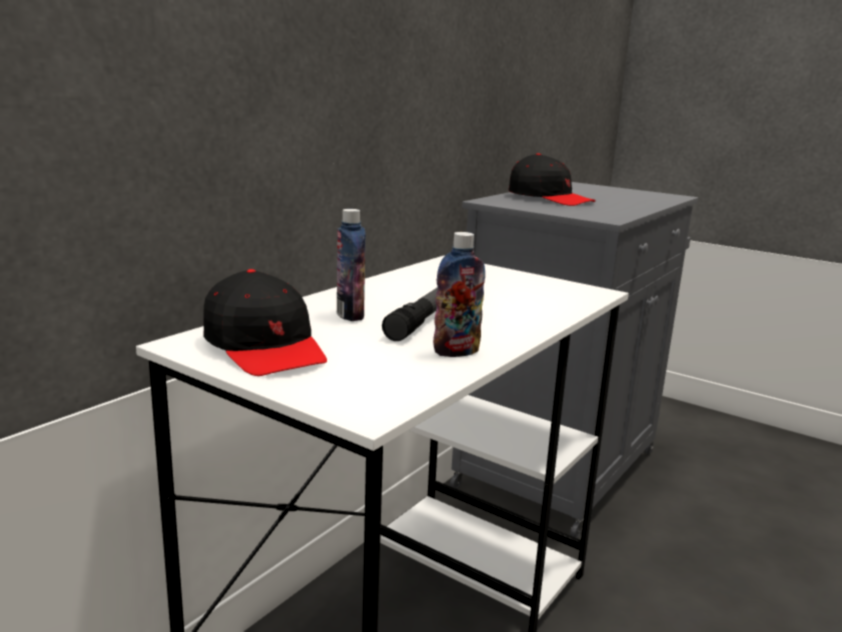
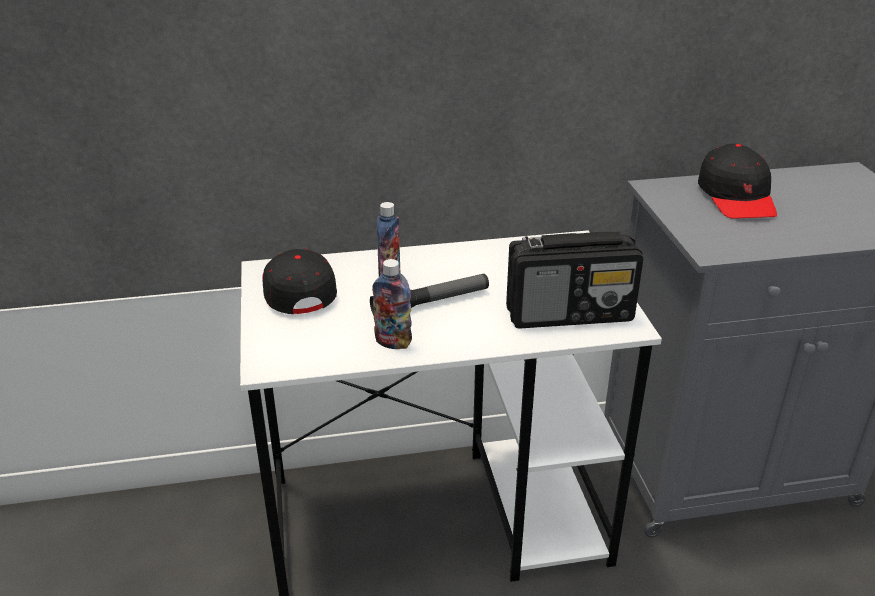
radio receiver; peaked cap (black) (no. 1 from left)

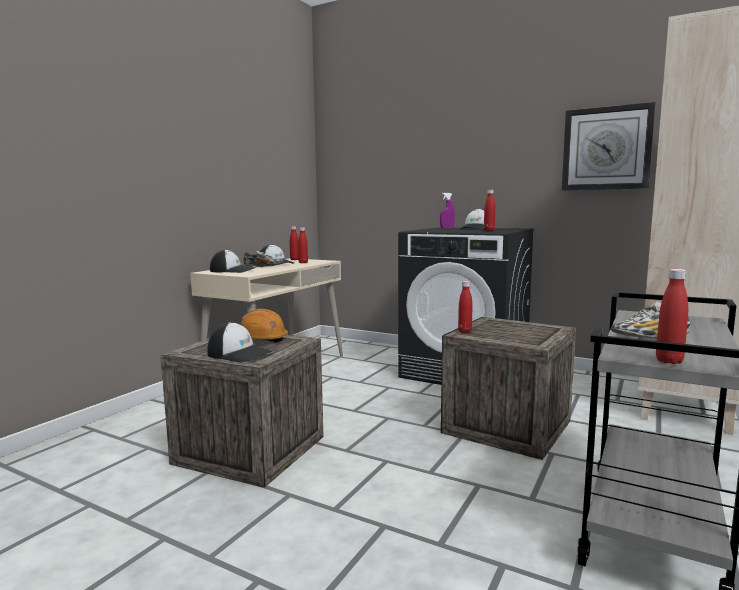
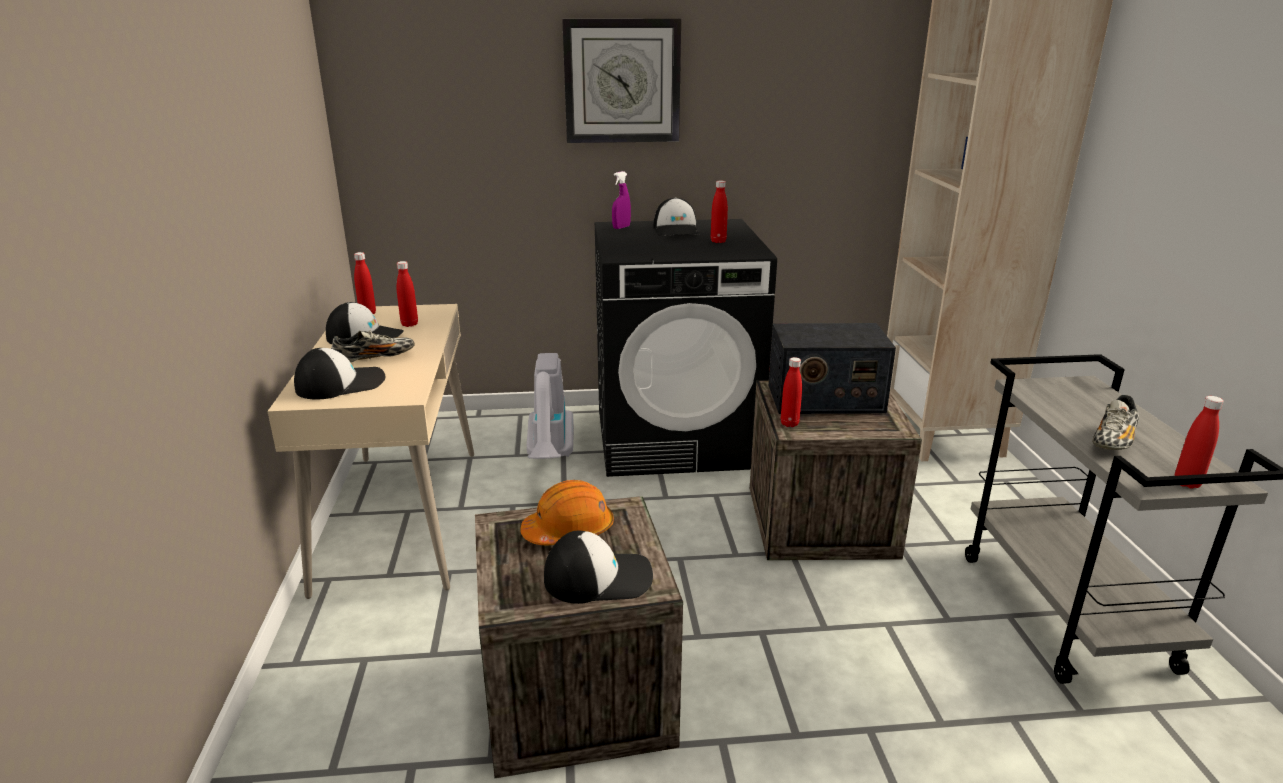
vacuum; radio receiver; clock on the wall

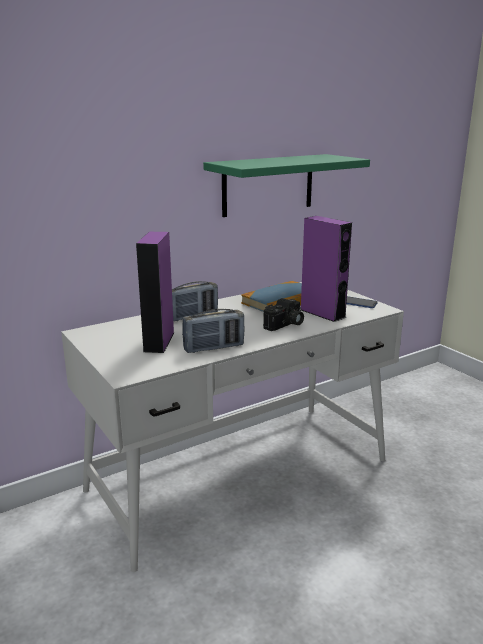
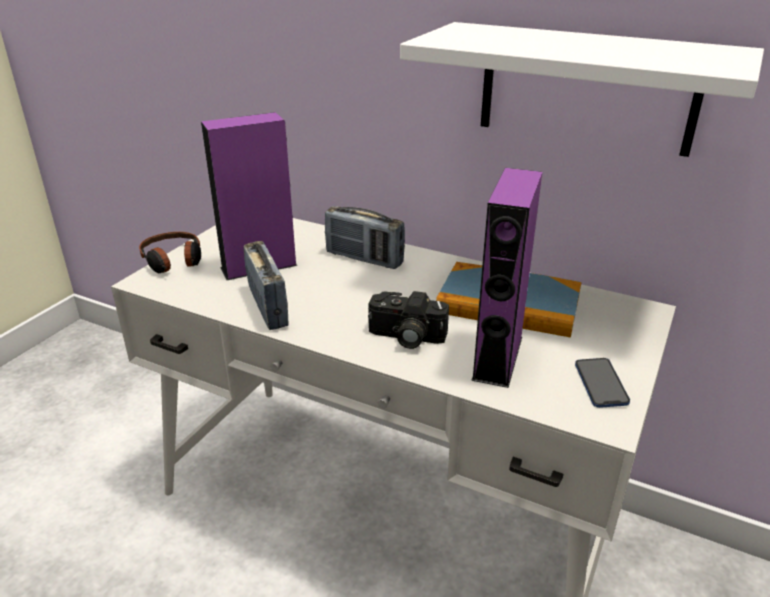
headset; bracket shelf (whitish); radio receiver (no. 1 from left)

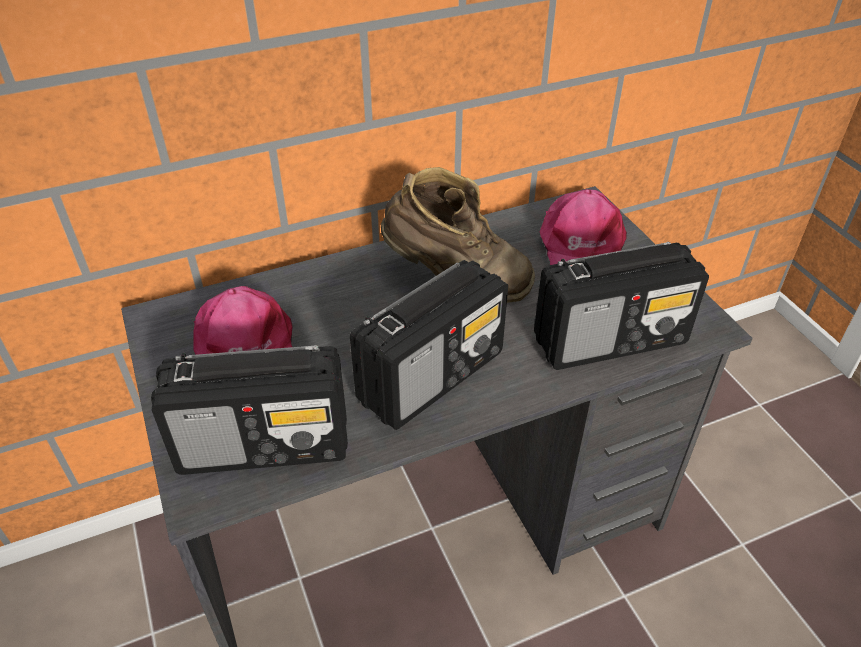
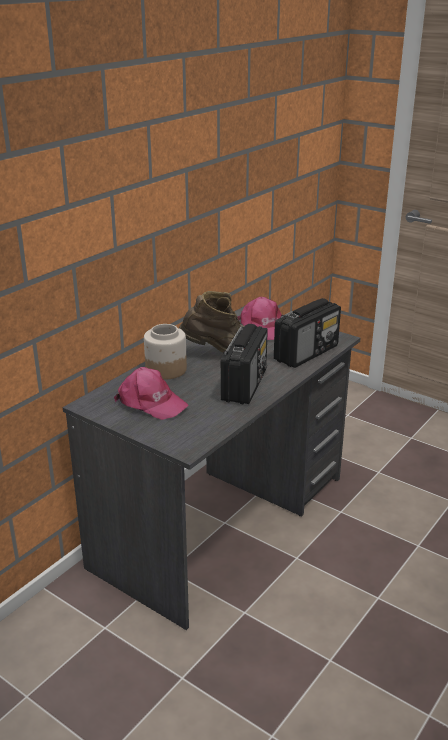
radio receiver (no. 1 from left in the first image); jar

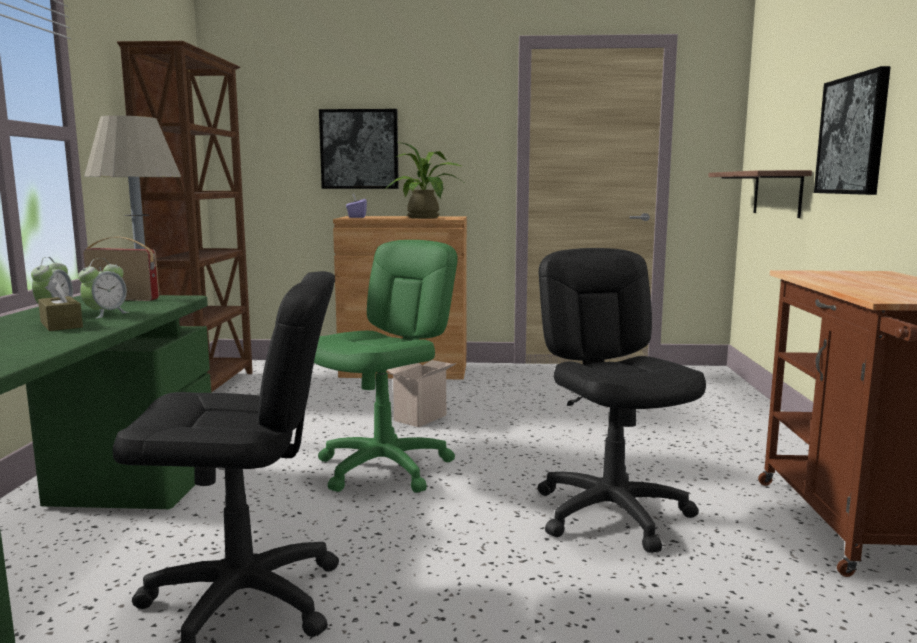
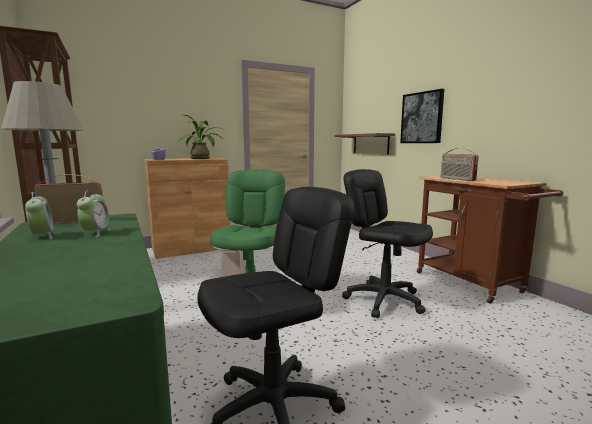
box of tissues (brown); wall art (no. 1 from left in the first image); radio receiver (no. 2 from left)

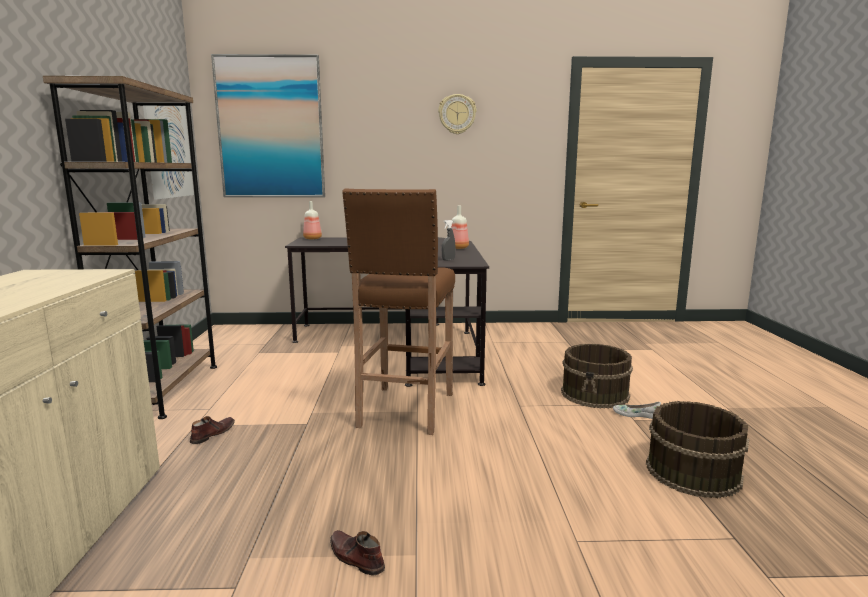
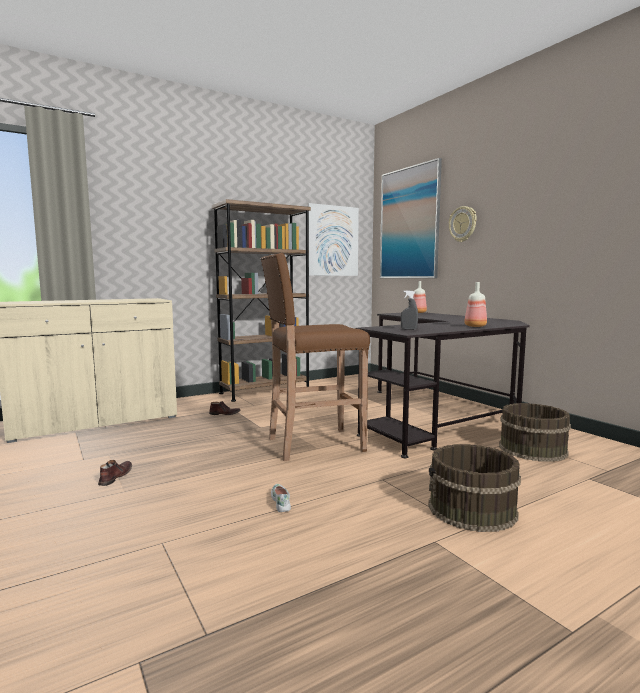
clock on the wall; item of footwear (whitish); bucket (brown) (no. 2 from left)

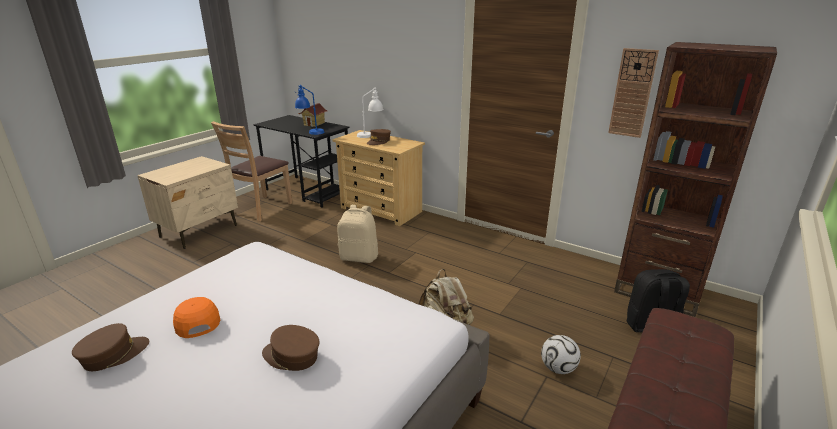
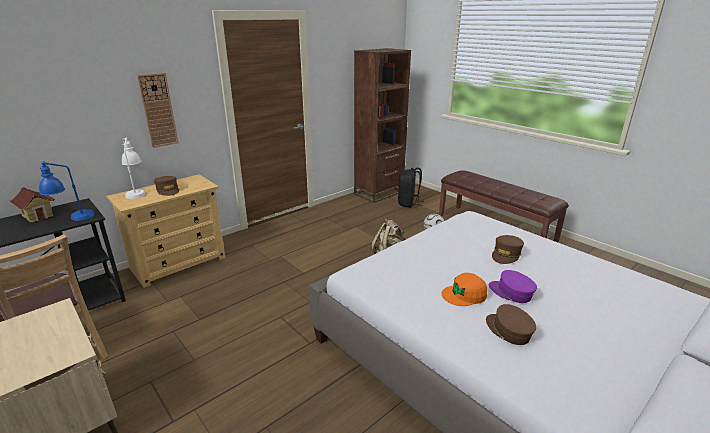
knapsack (beige-coloured) (no. 1 from left in the first image); peaked cap (purple); clock on the wall

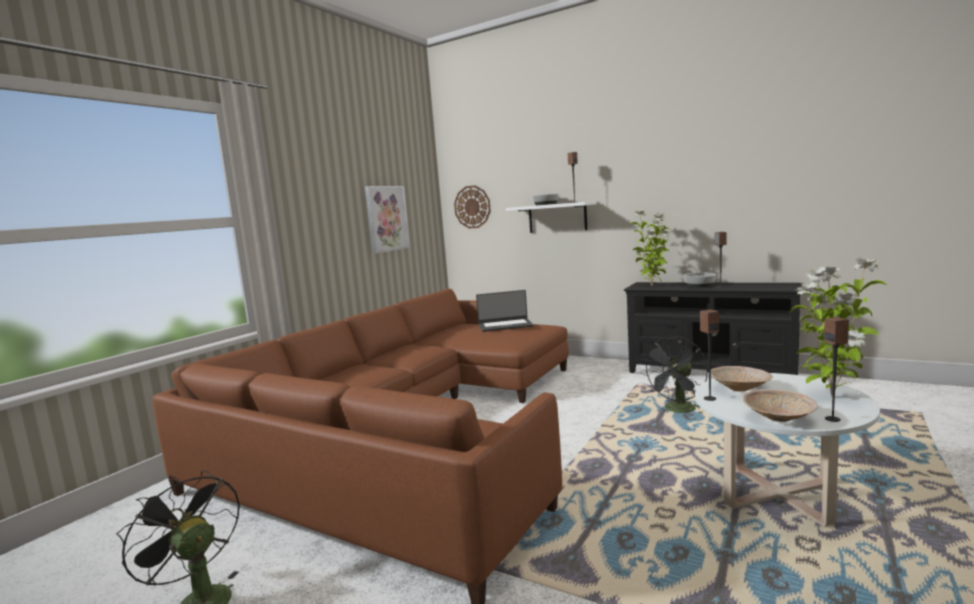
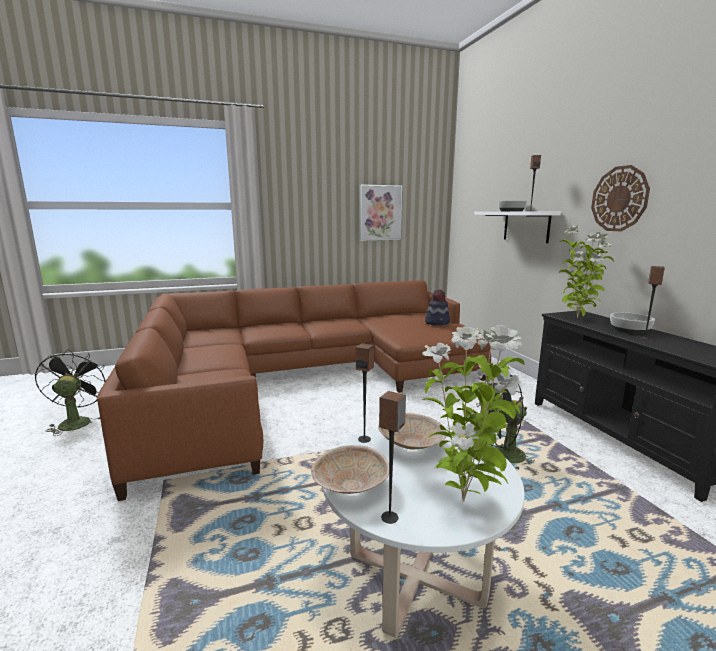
clock on the wall; hat

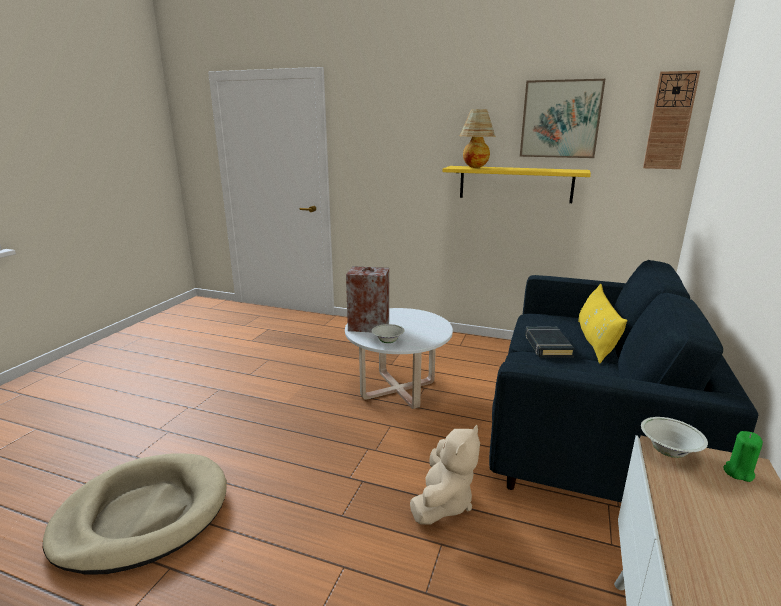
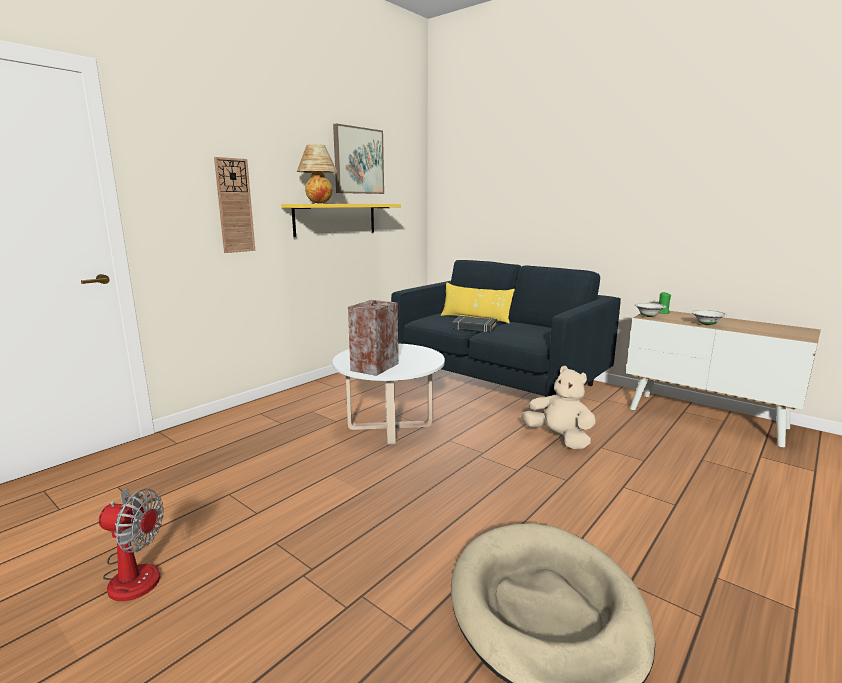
electric fan; bowl (whitish) (no. 2 from left); clock on the wall

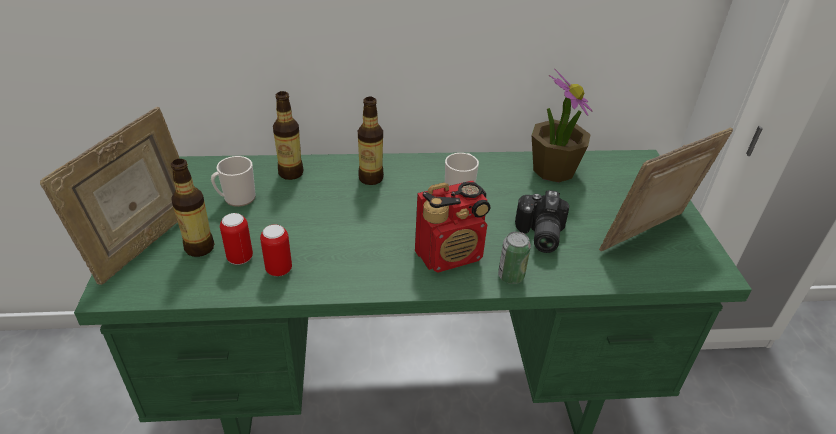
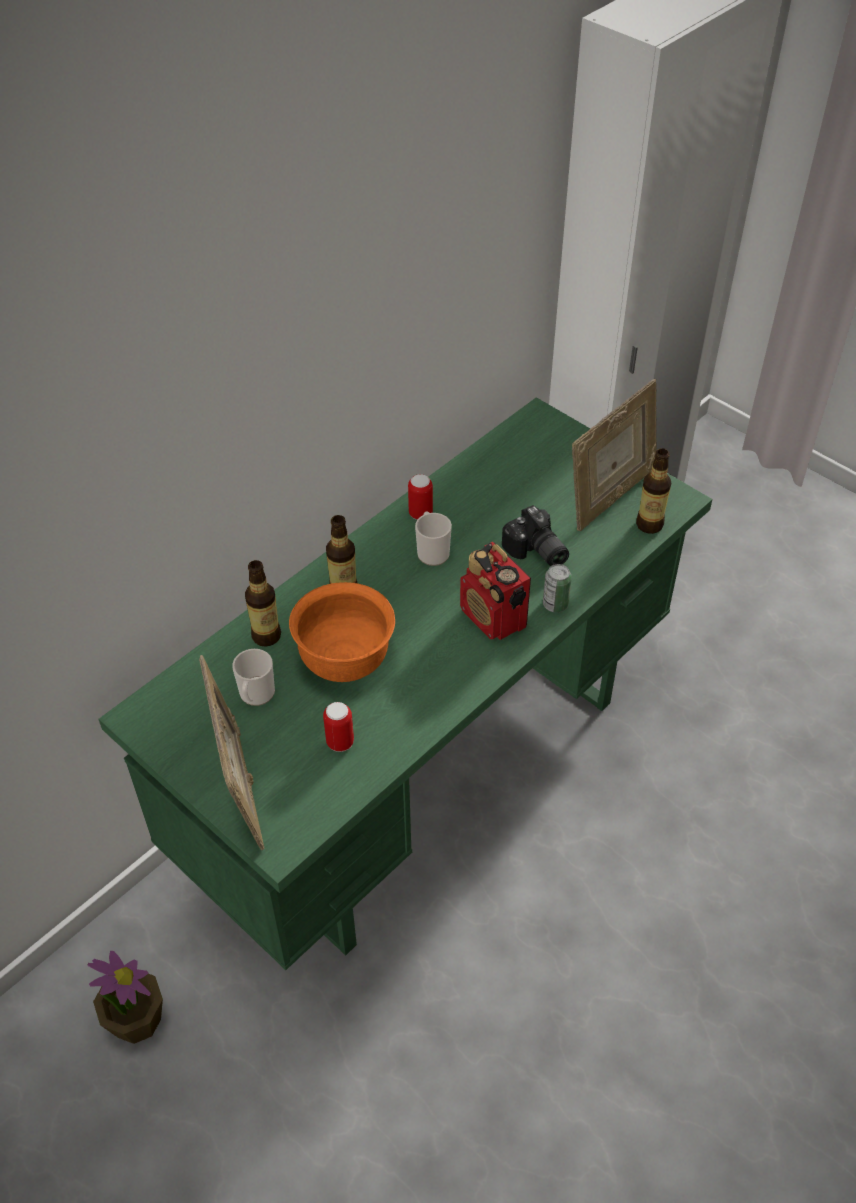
bowl (orange); drink bottle (no. 3 from left); can (no. 2 from left); houseplant; radio receiver; standing frame (no. 2 from left)

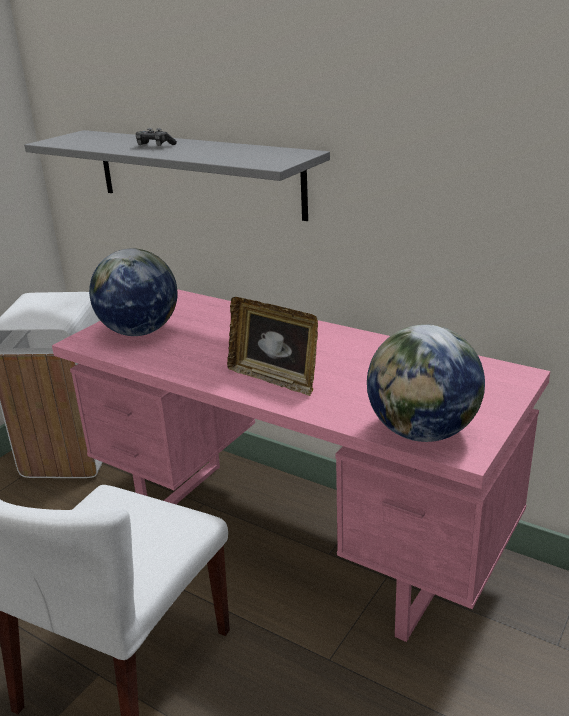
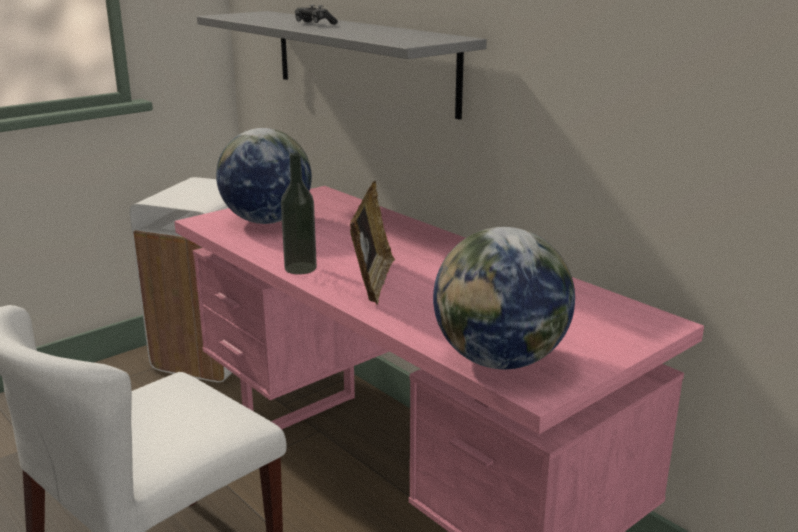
drink bottle; standing frame

